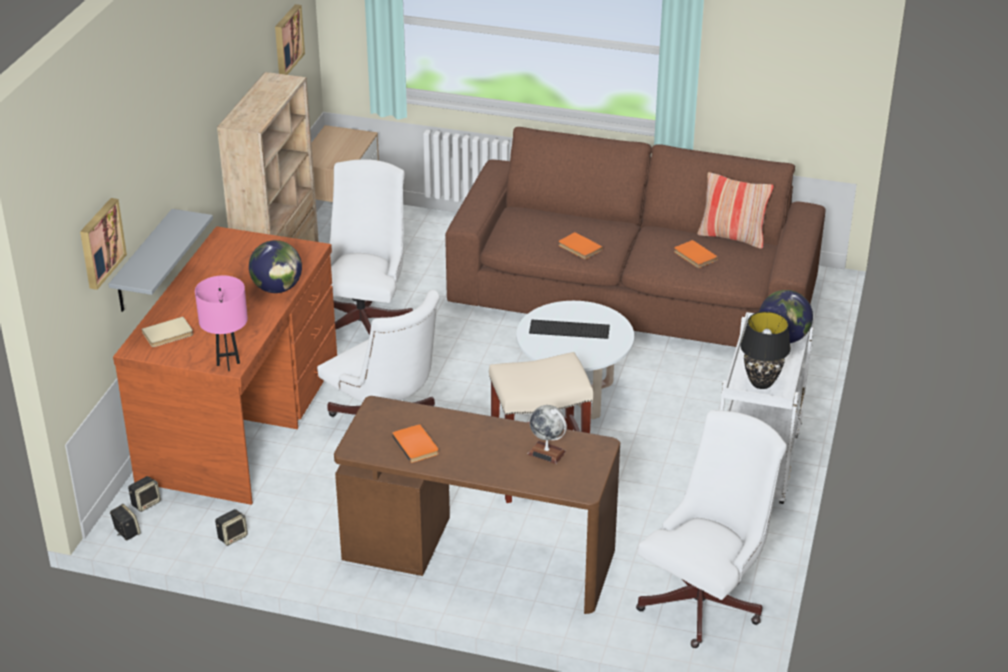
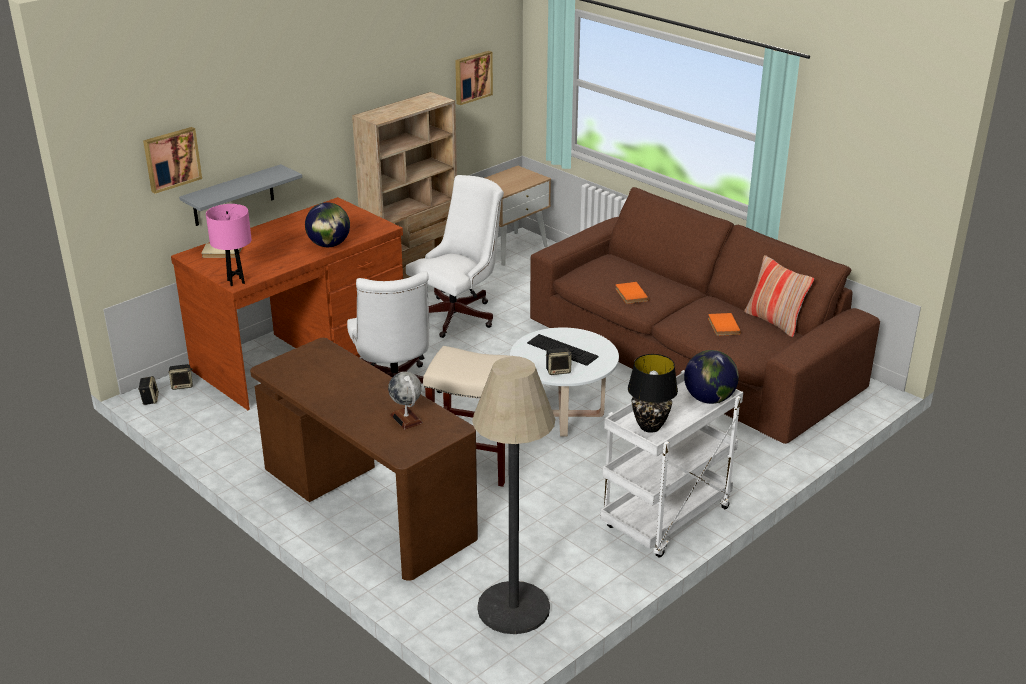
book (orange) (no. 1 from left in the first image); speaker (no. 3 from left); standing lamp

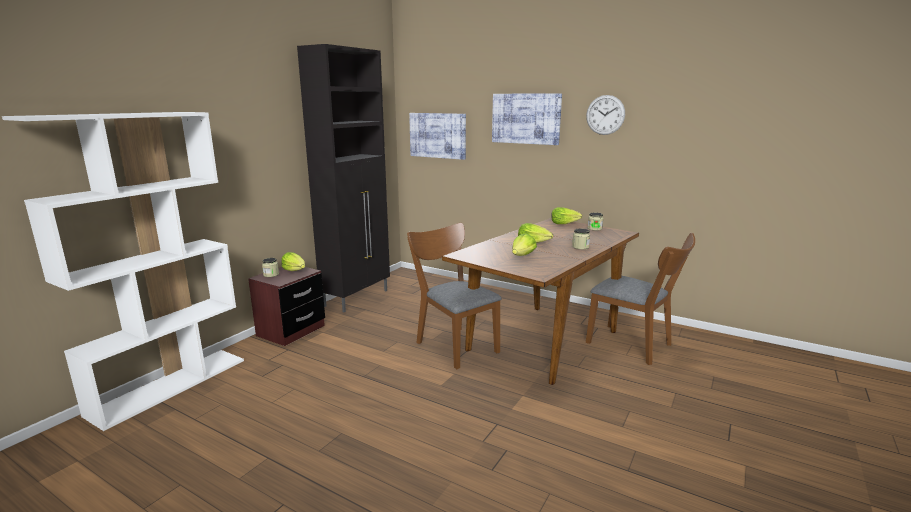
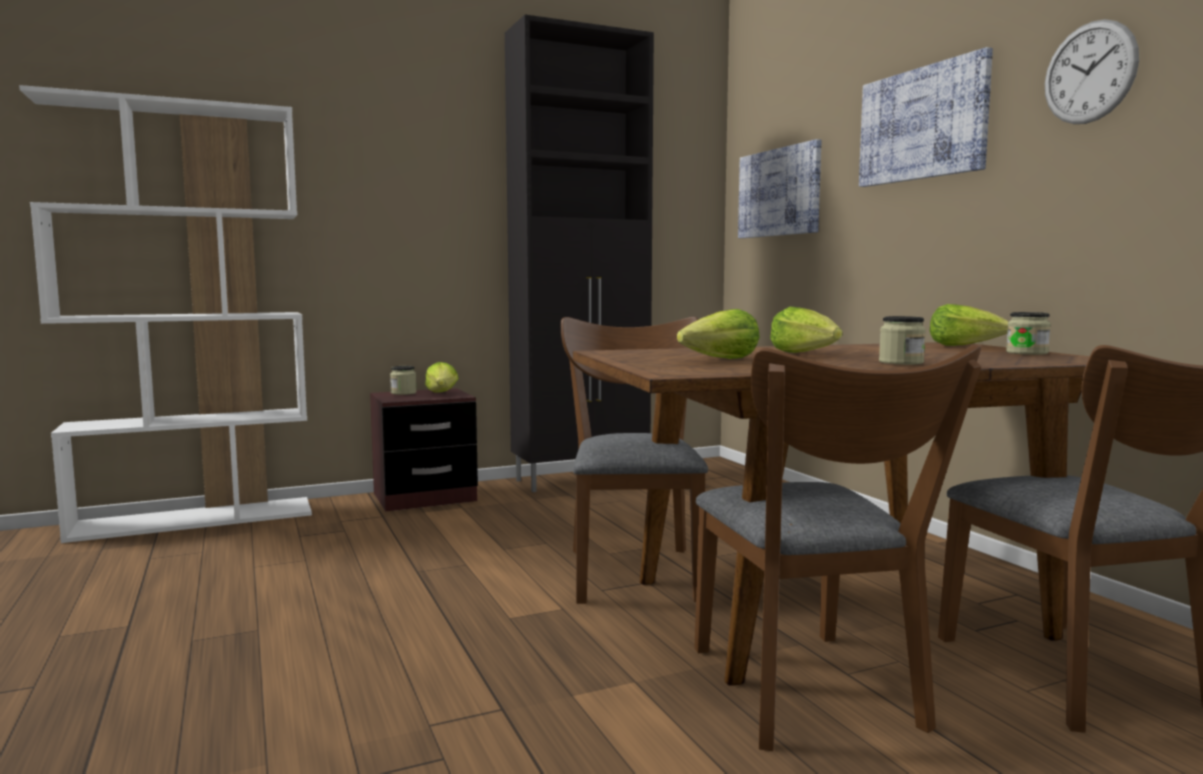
plain chair (brown) (no. 2 from left)

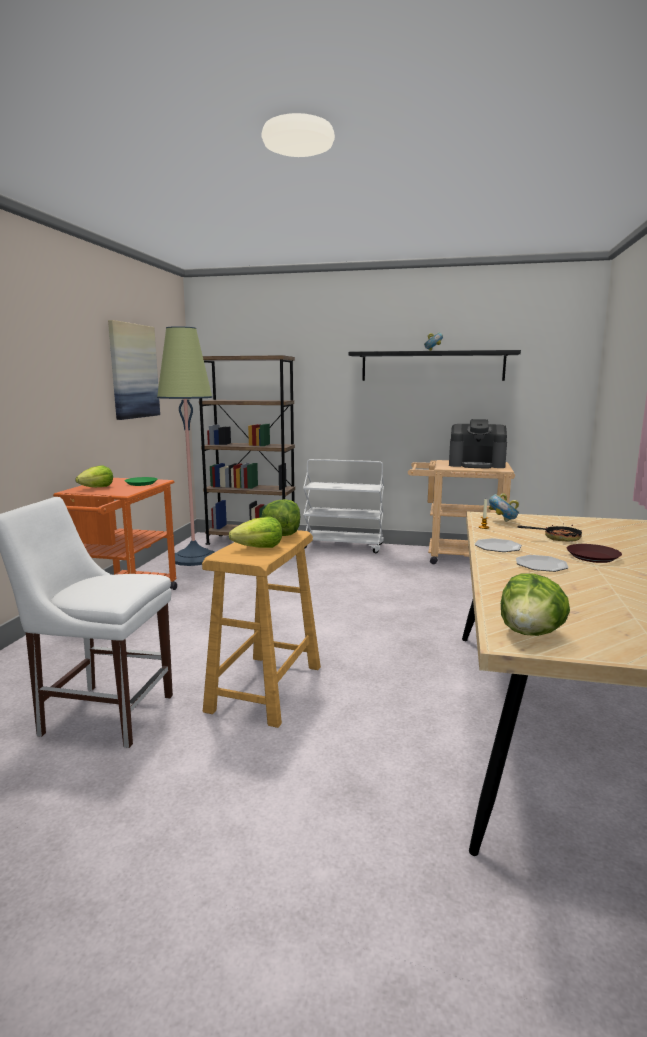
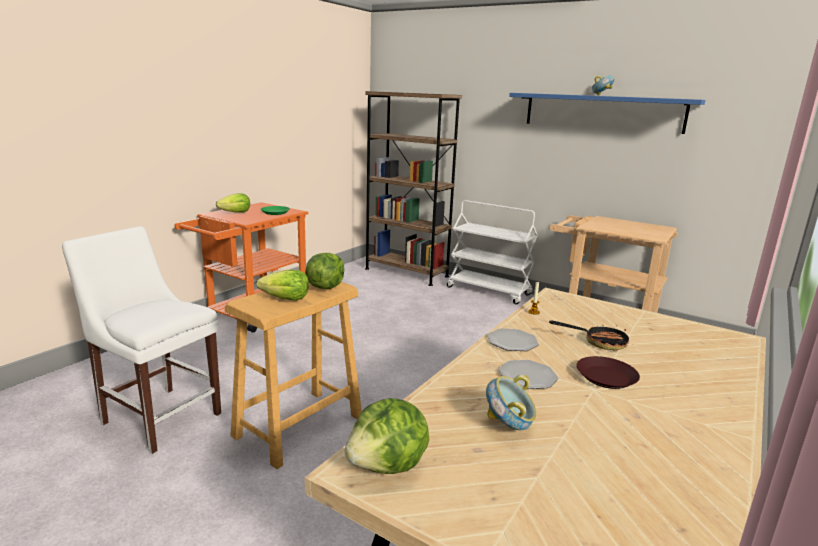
wall art; standing lamp; coffee machine; bowl (no. 1 from left); bracket shelf (blue-coloured)

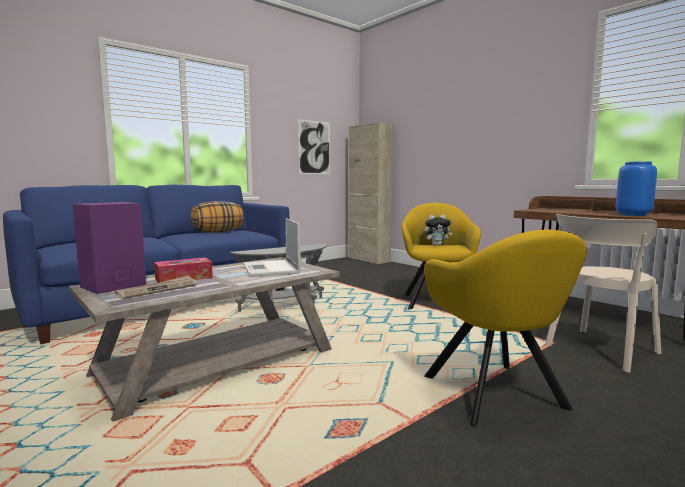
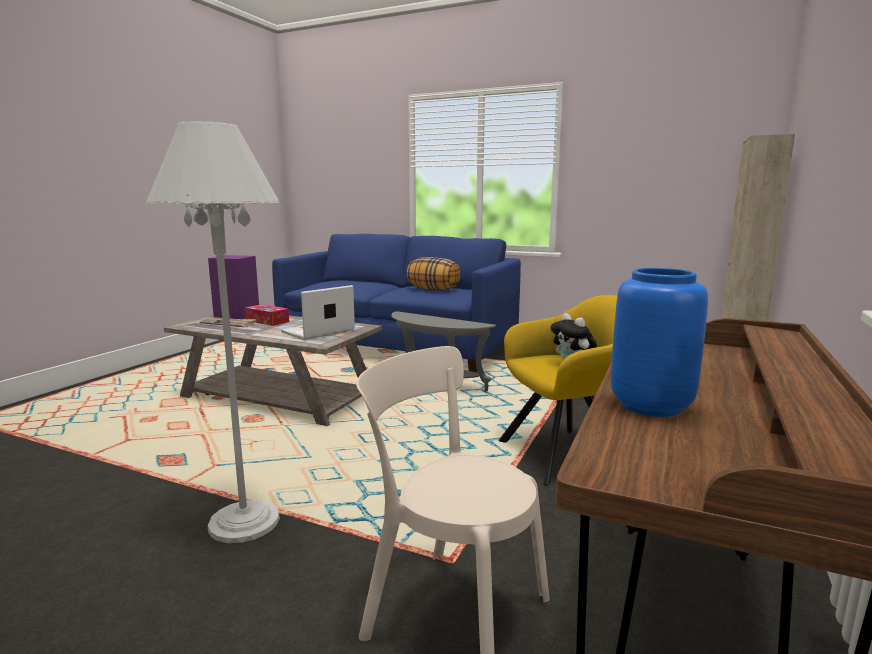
wall art; standing lamp (whitish)

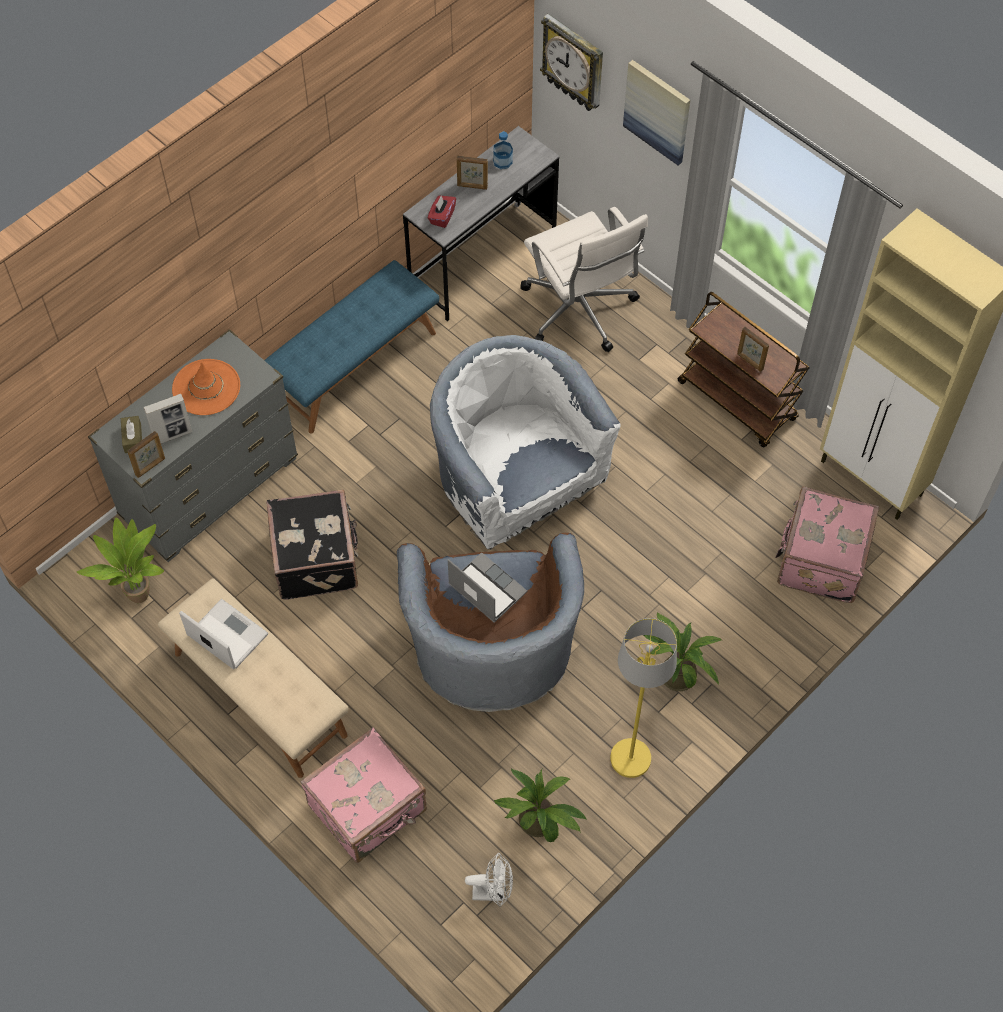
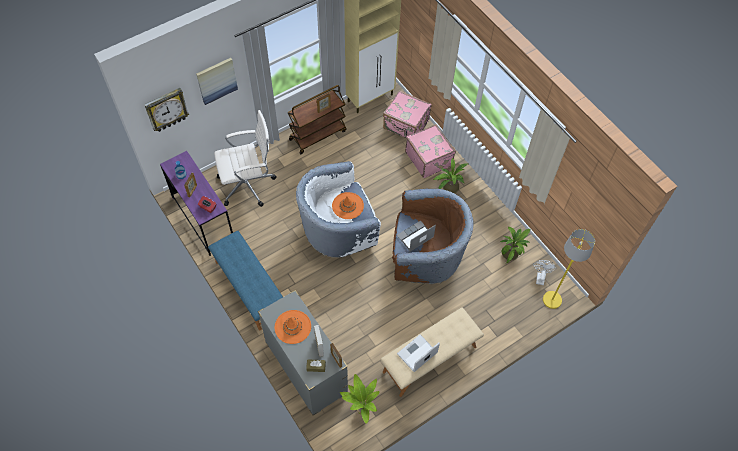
travel case (black); hat (orange) (no. 2 from left); travel case (pink-coloured) (no. 2 from left); standing lamp (yellowish); desk table (purple)

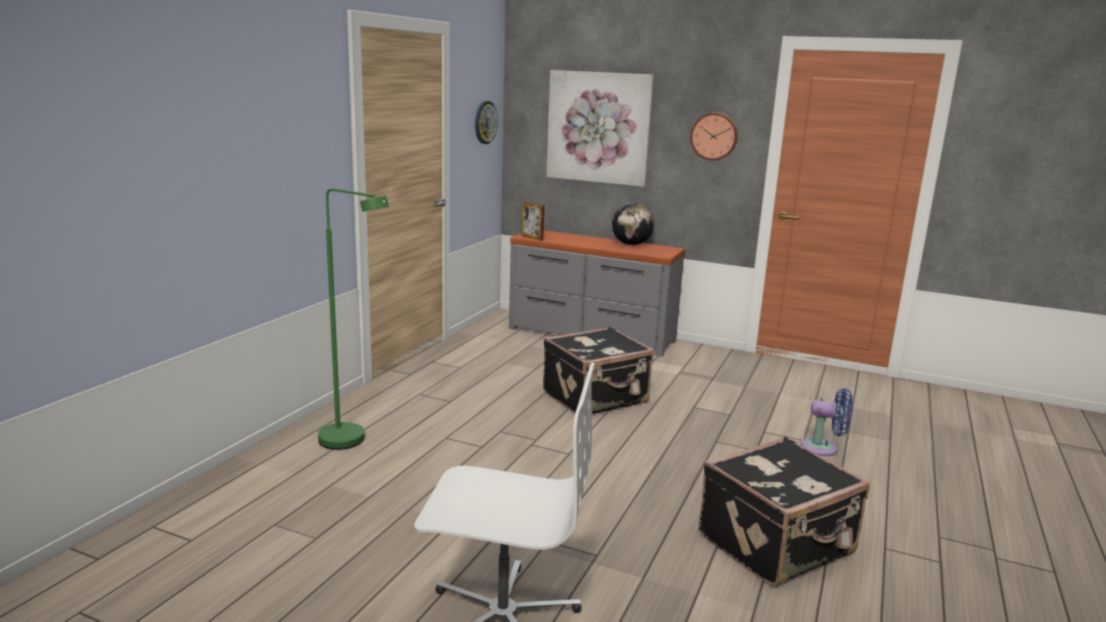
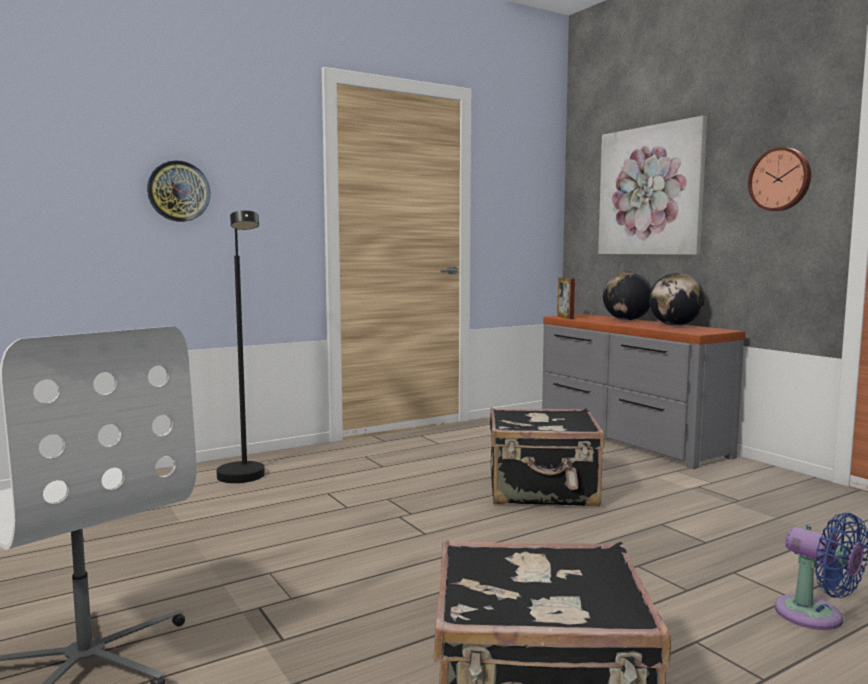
world globe (no. 1 from left); clock on the wall (no. 1 from left); standing lamp (black)

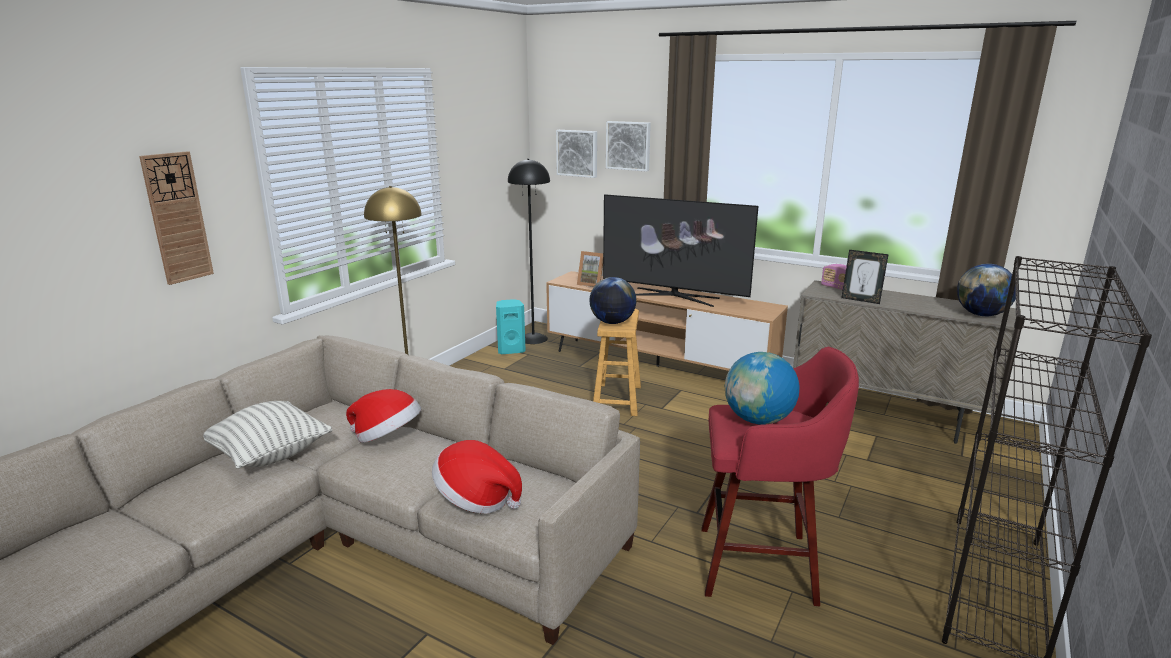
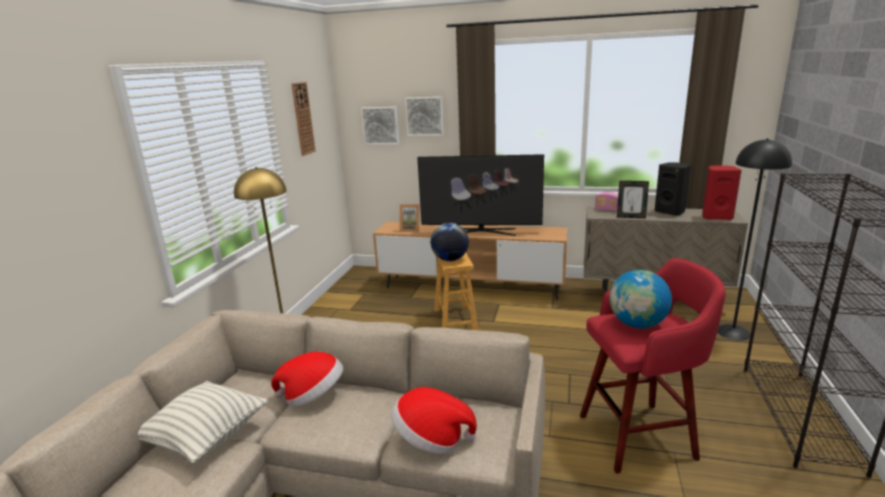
speaker (turquoise-coloured); speaker (black); clock on the wall; standing lamp (black); speaker (red-coloured)

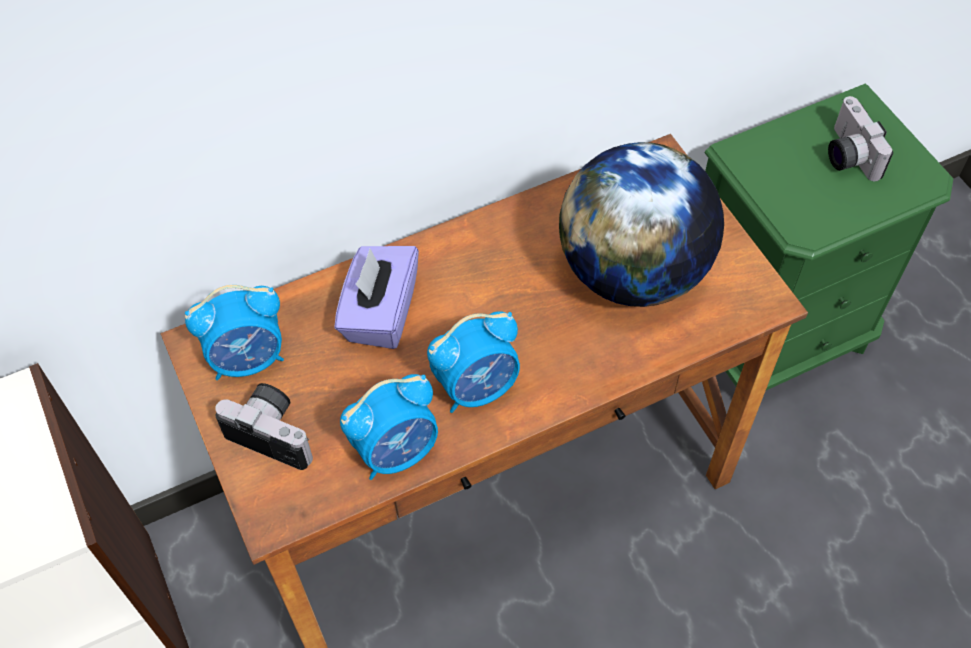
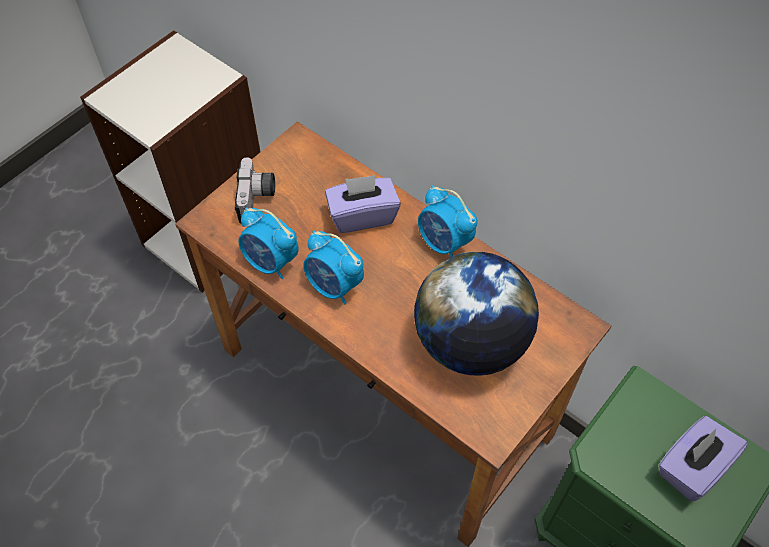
alarm clock (no. 3 from left); box of tissues (purple) (no. 2 from left)

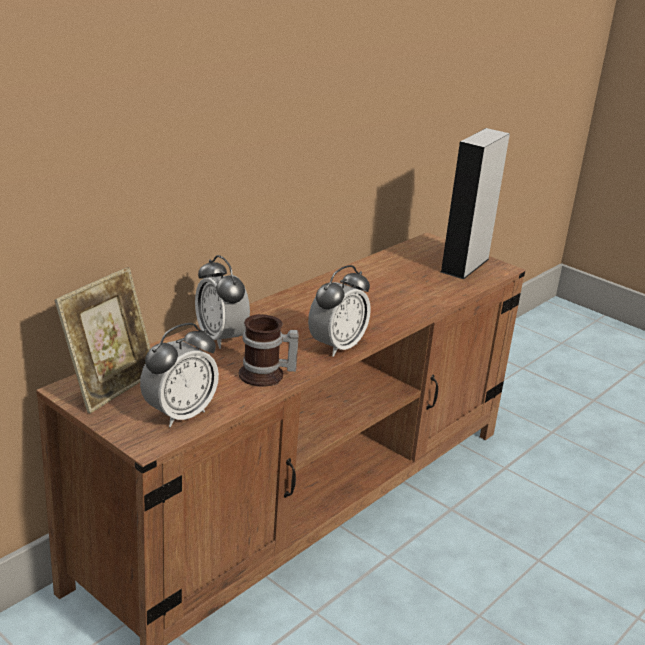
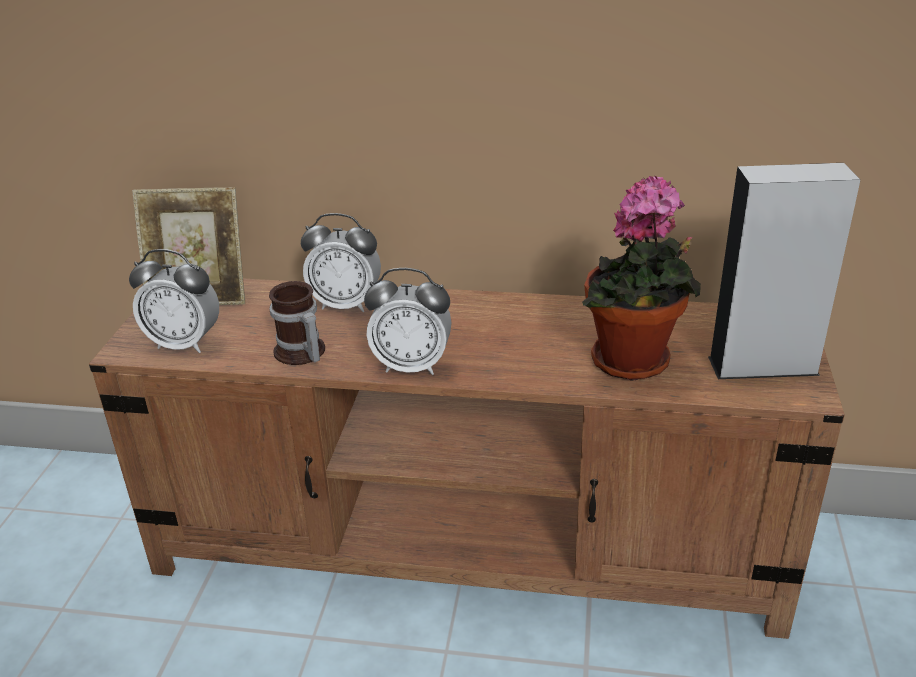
houseplant; alarm clock (no. 2 from left)

